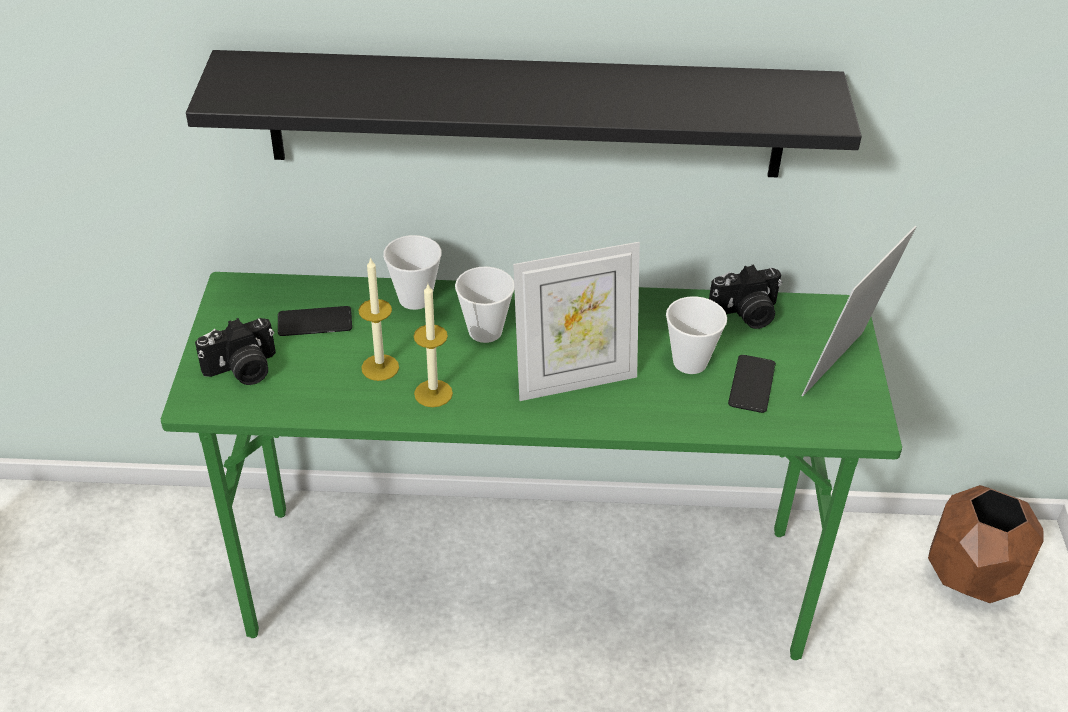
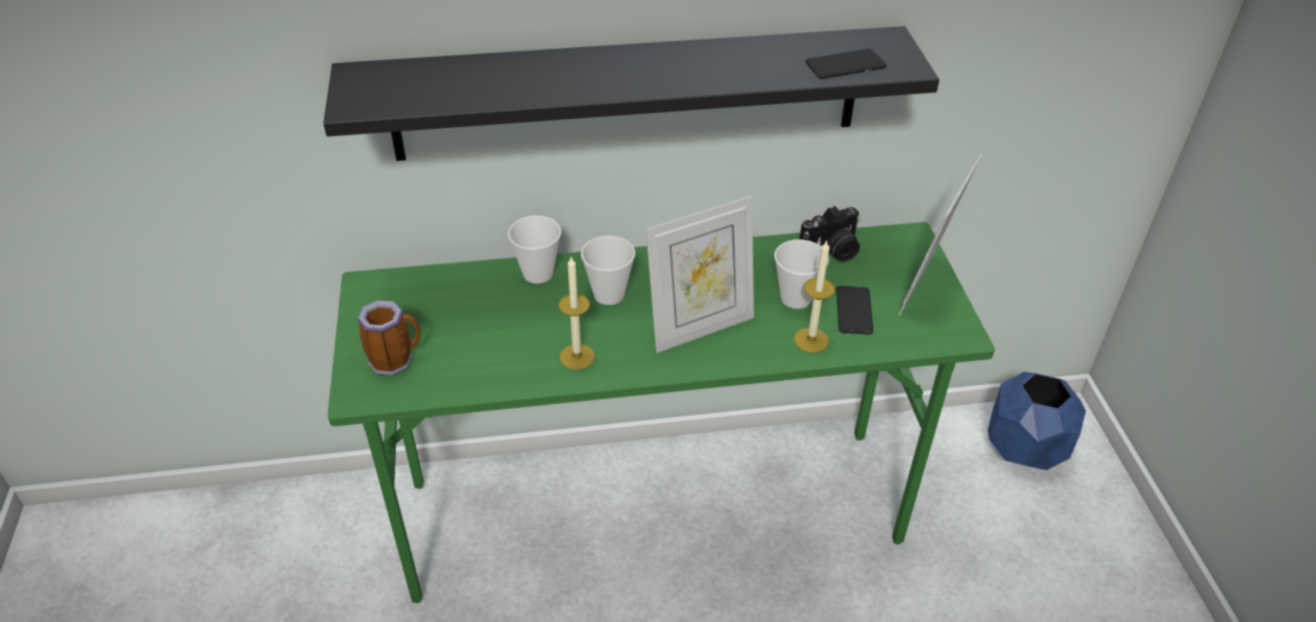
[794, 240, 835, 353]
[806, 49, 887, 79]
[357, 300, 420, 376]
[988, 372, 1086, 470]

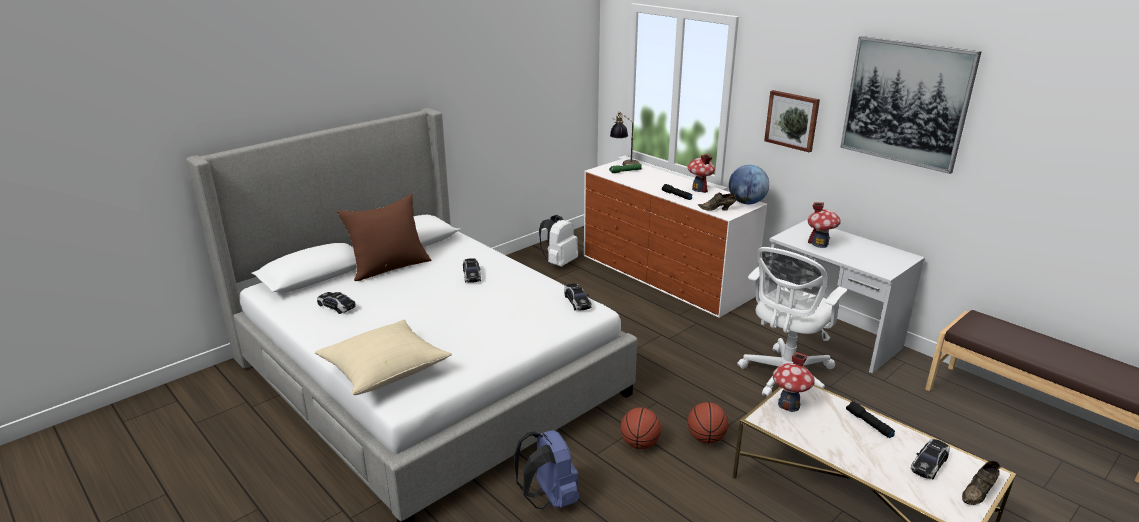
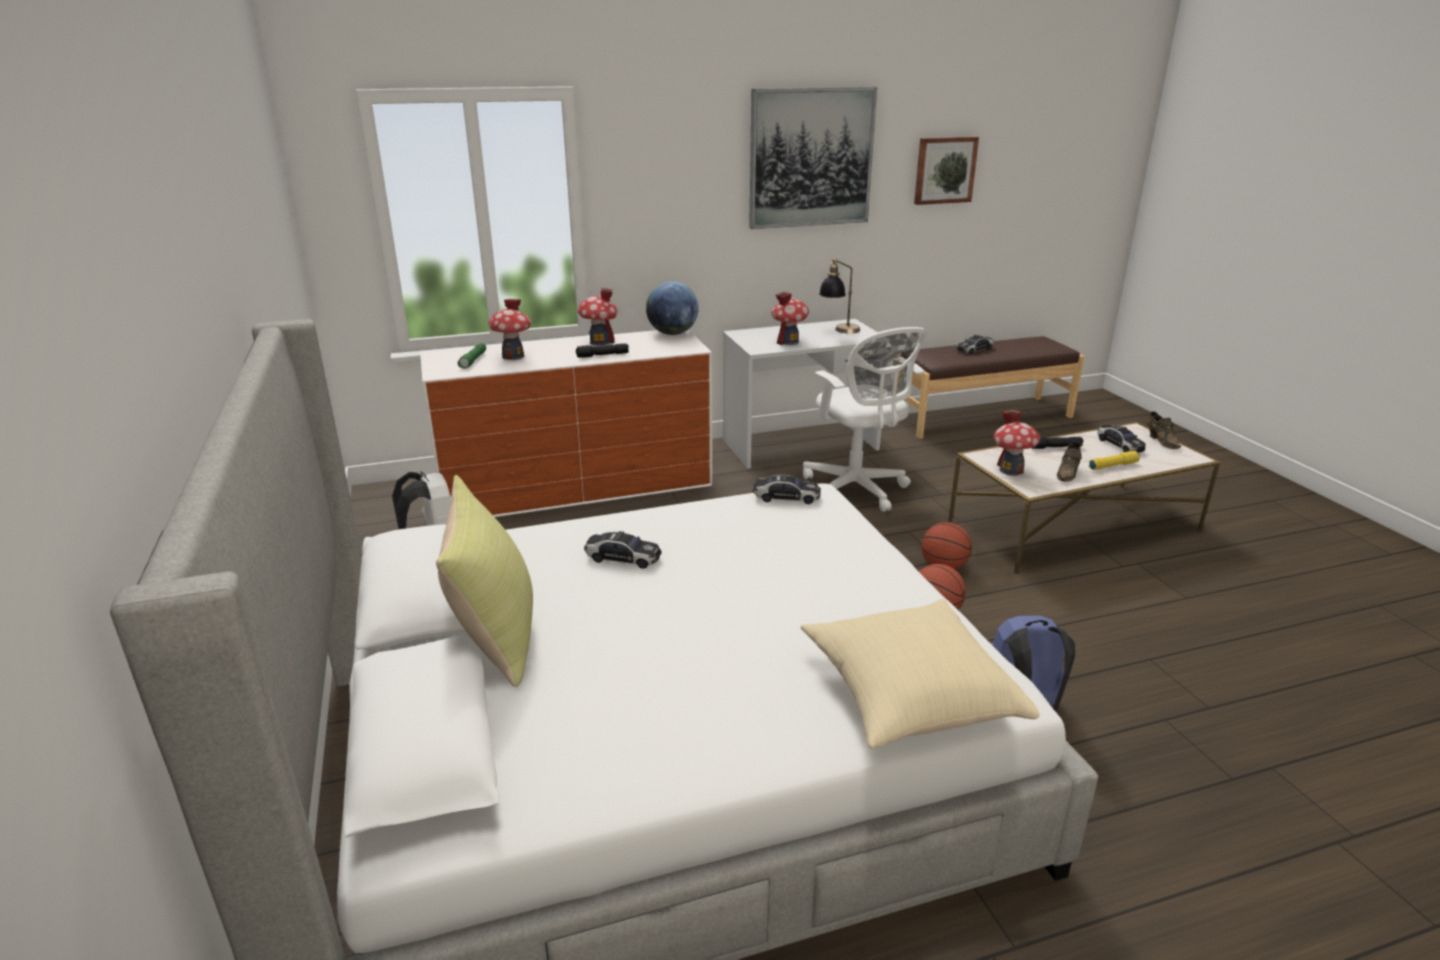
[914, 137, 979, 205]
[819, 258, 860, 334]
[1057, 442, 1082, 482]
[436, 475, 533, 687]
[957, 335, 994, 354]
[488, 299, 531, 360]
[1089, 451, 1140, 470]

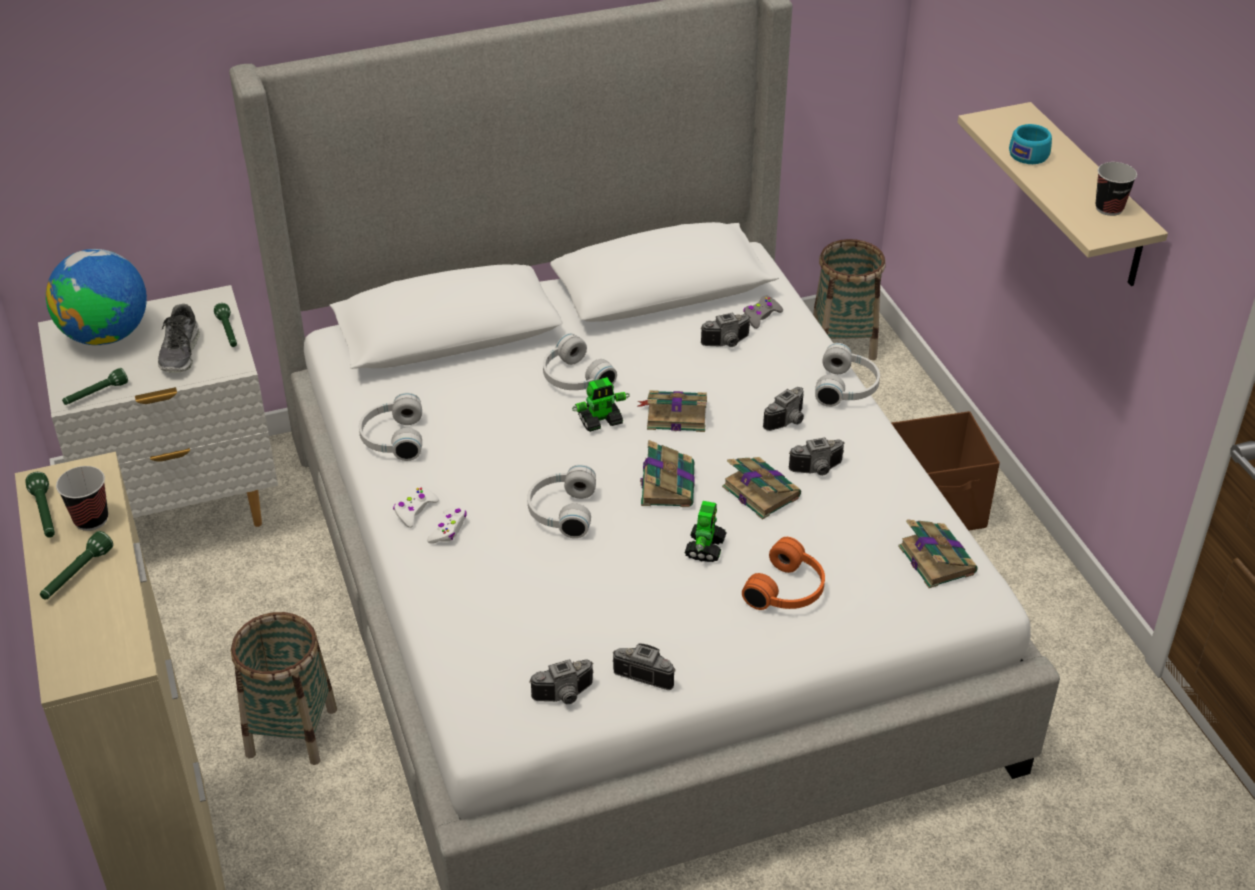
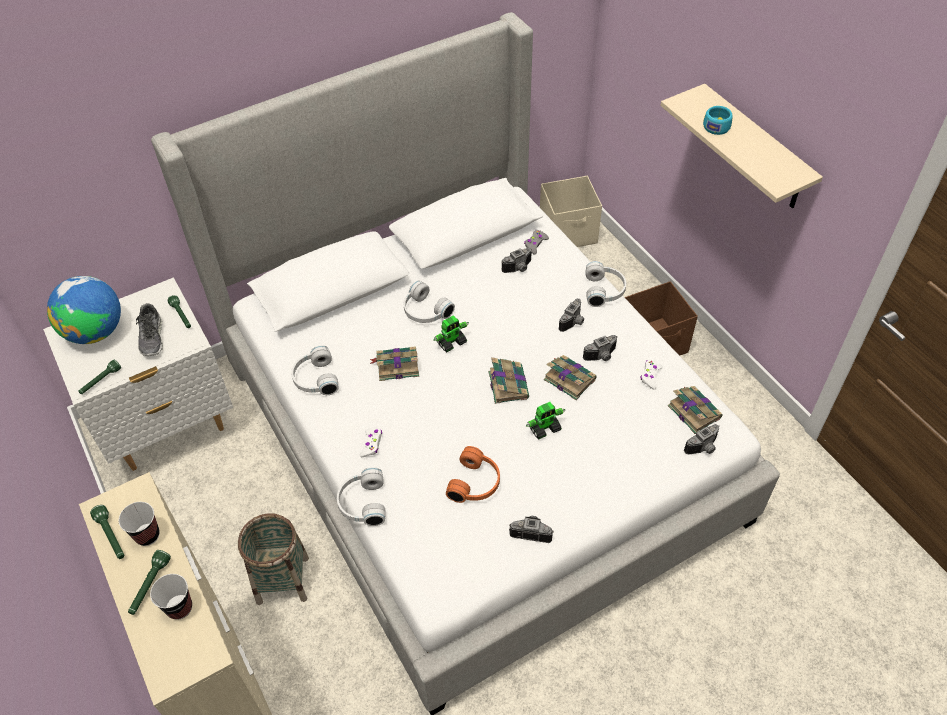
[150, 574, 192, 620]
[540, 176, 602, 247]
[370, 346, 419, 381]
[337, 467, 386, 526]
[640, 360, 663, 390]
[526, 402, 566, 440]
[446, 446, 500, 503]
[684, 424, 719, 455]

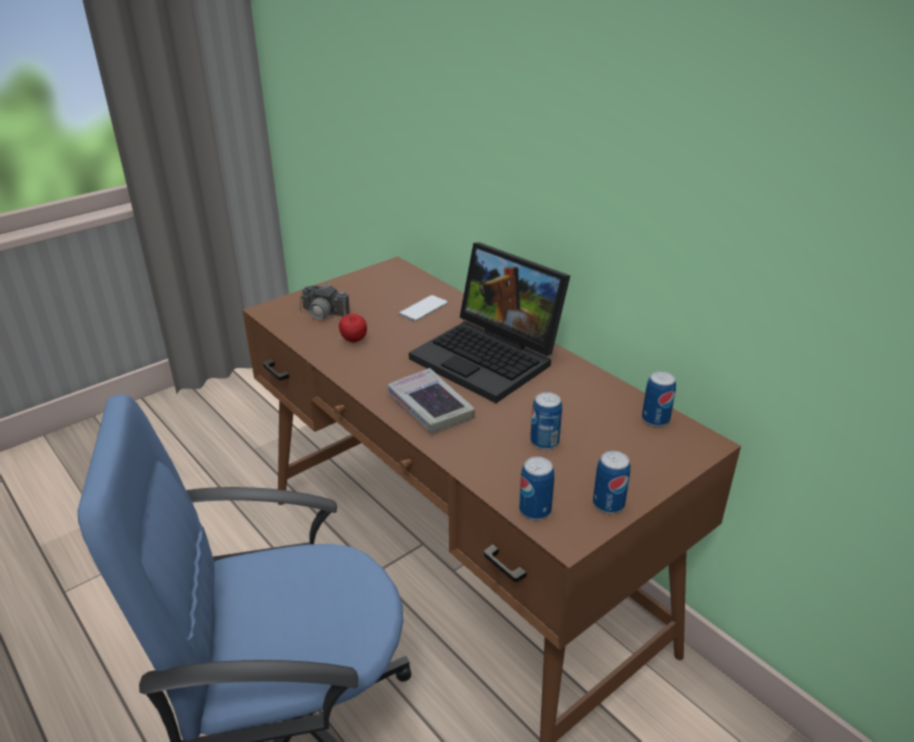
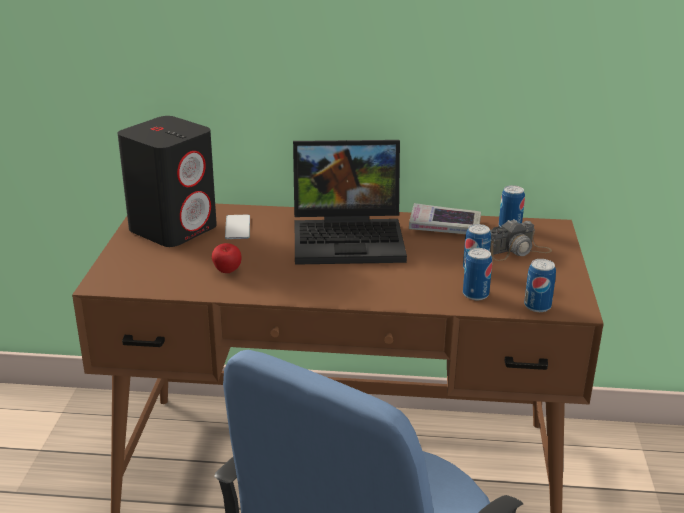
[490, 219, 552, 261]
[409, 203, 481, 234]
[463, 248, 492, 300]
[118, 116, 217, 247]

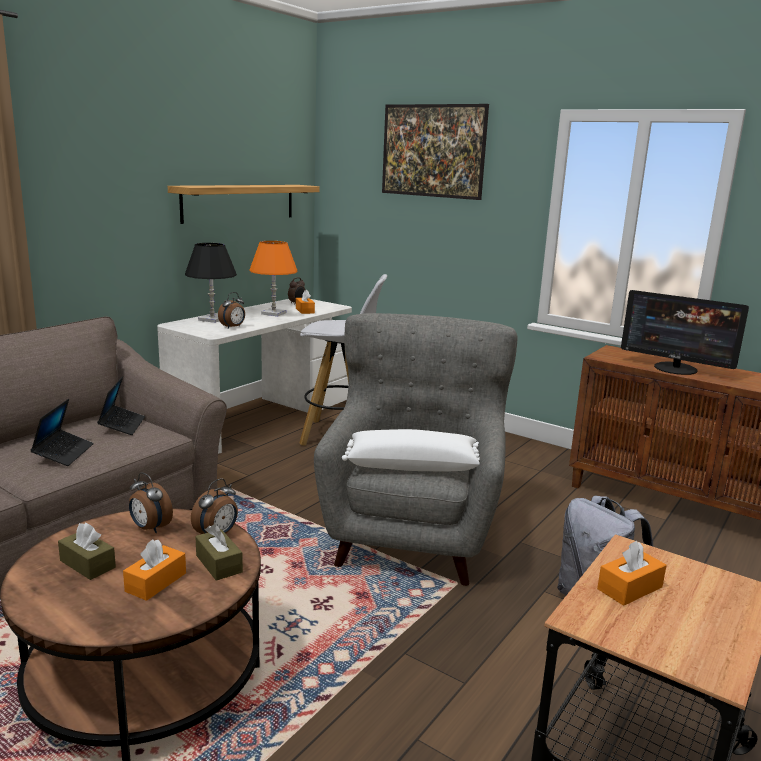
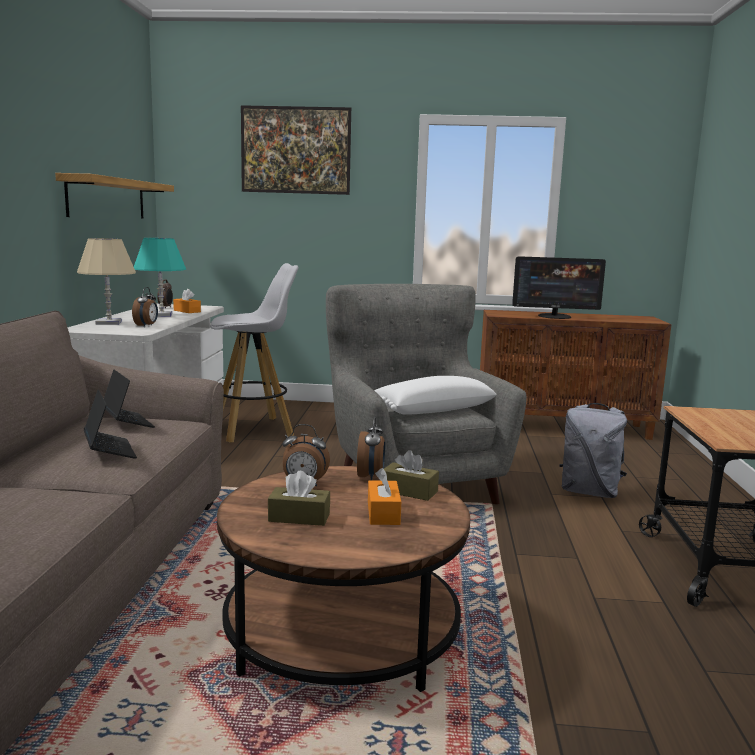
[134, 238, 186, 316]
[77, 238, 136, 325]
[597, 540, 667, 606] (first image)

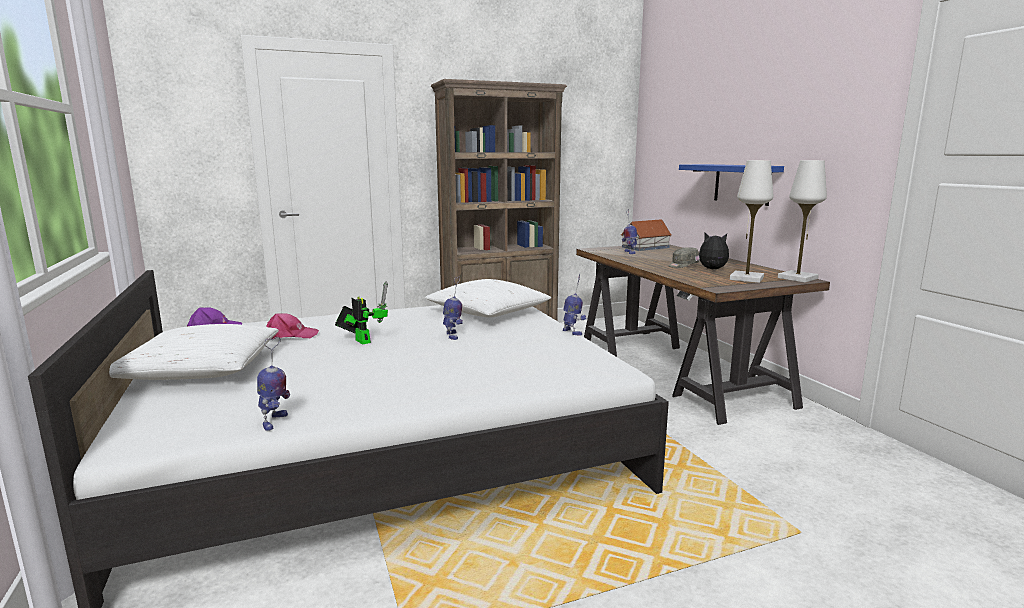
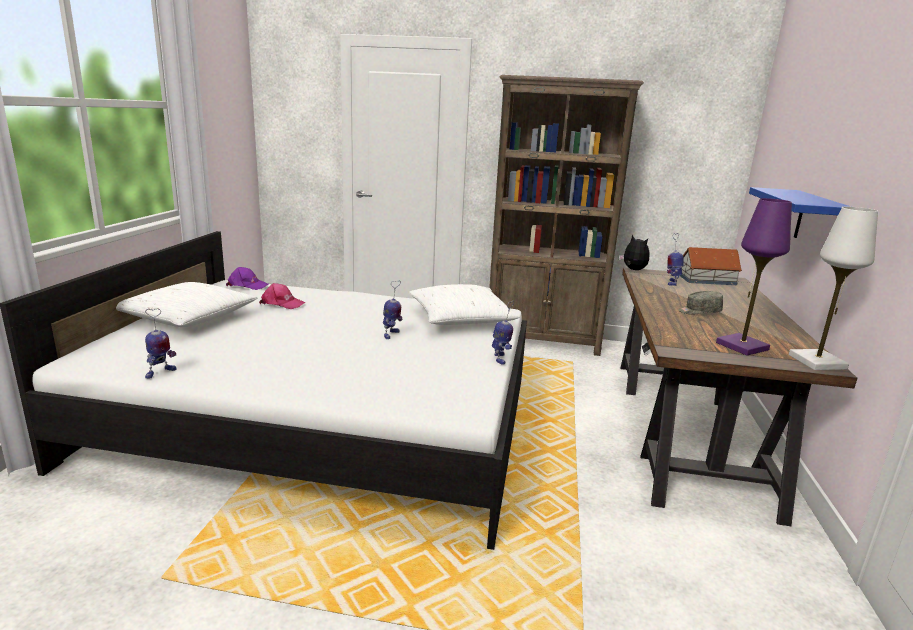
[716, 198, 792, 356]
[619, 235, 649, 270]
[335, 281, 388, 344] (first image)

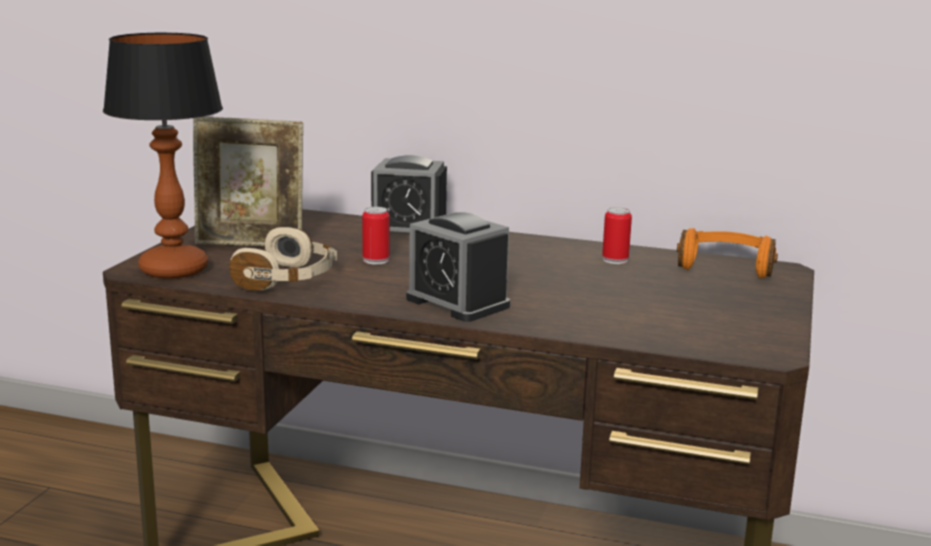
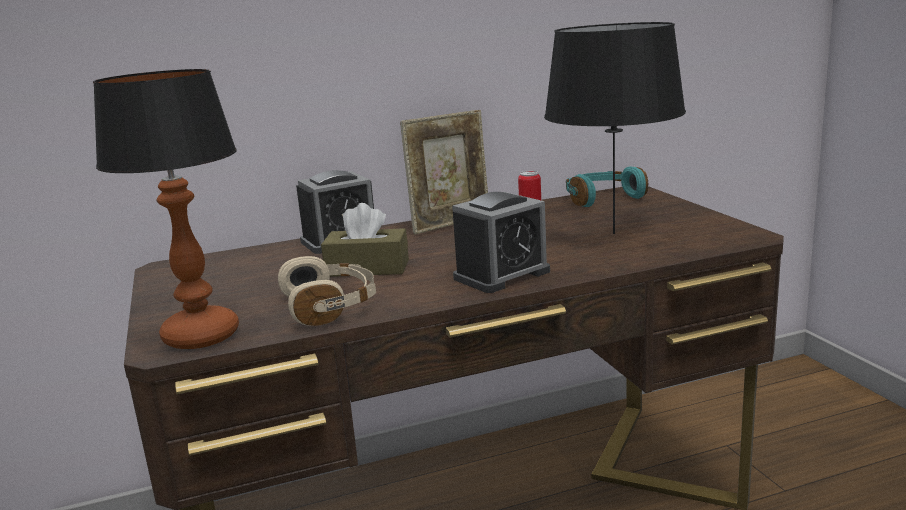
[400, 110, 488, 235]
[321, 203, 409, 277]
[452, 192, 550, 293]
[566, 166, 648, 207]
[544, 22, 686, 234]

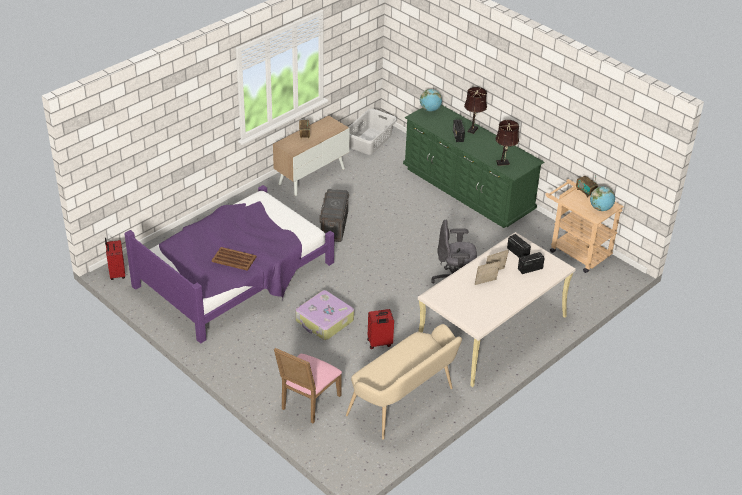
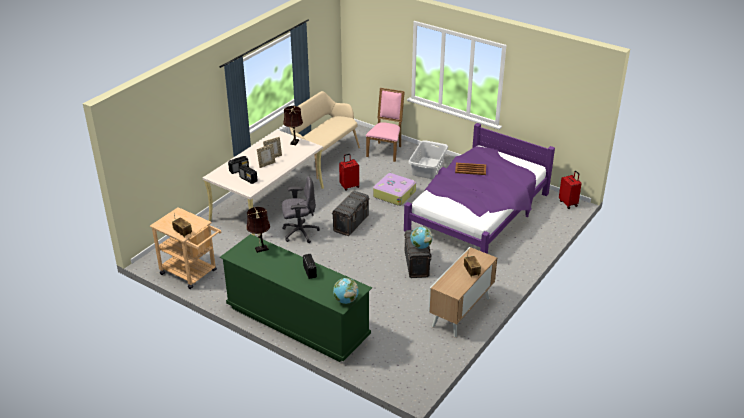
[283, 106, 303, 145]
[408, 140, 448, 179]
[410, 227, 433, 249]
[332, 191, 370, 236]

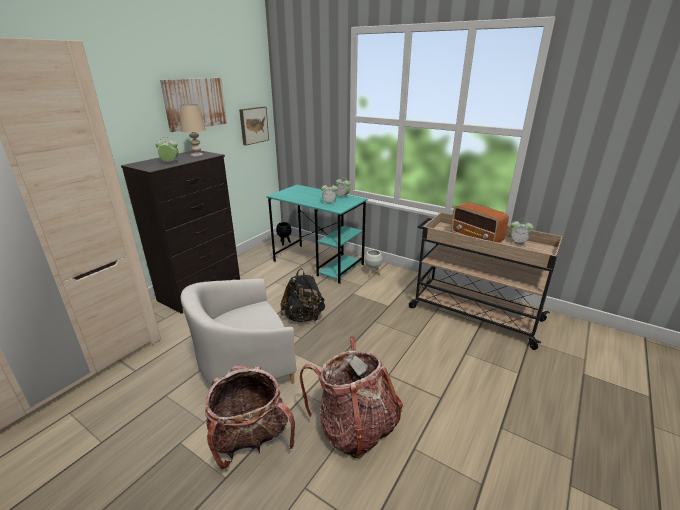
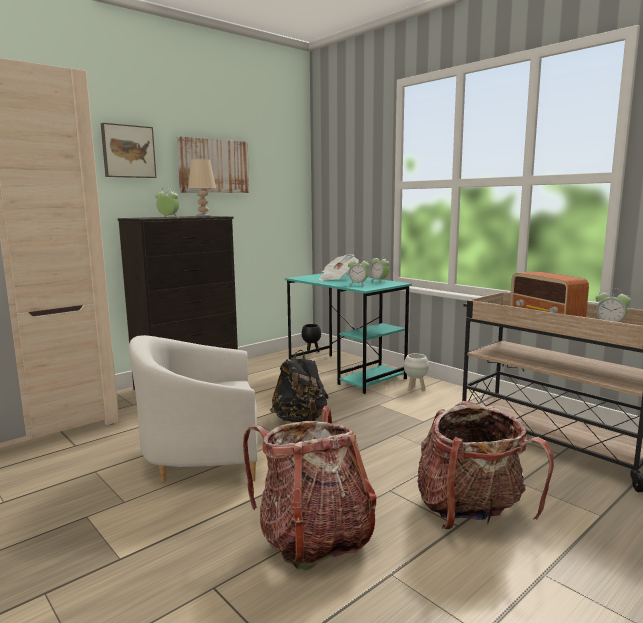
[101, 123, 156, 178]
[417, 401, 554, 529]
[318, 254, 359, 281]

